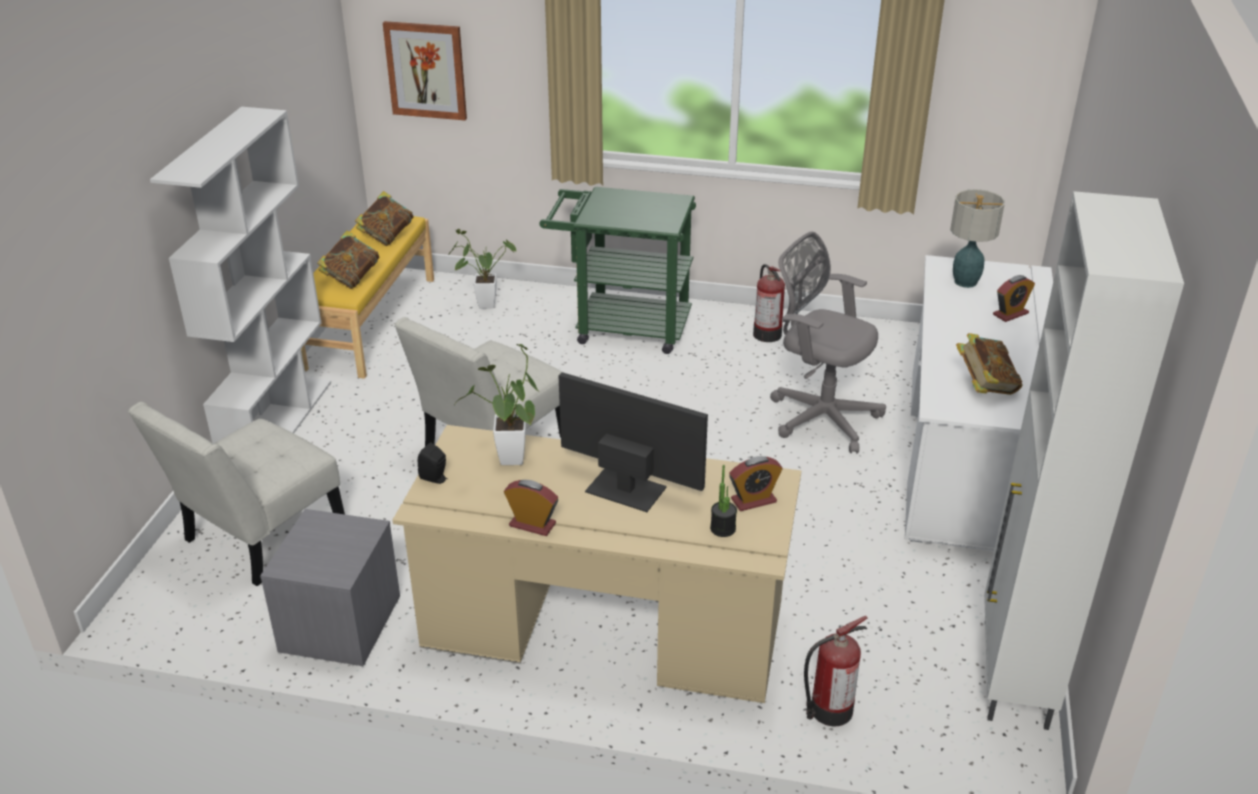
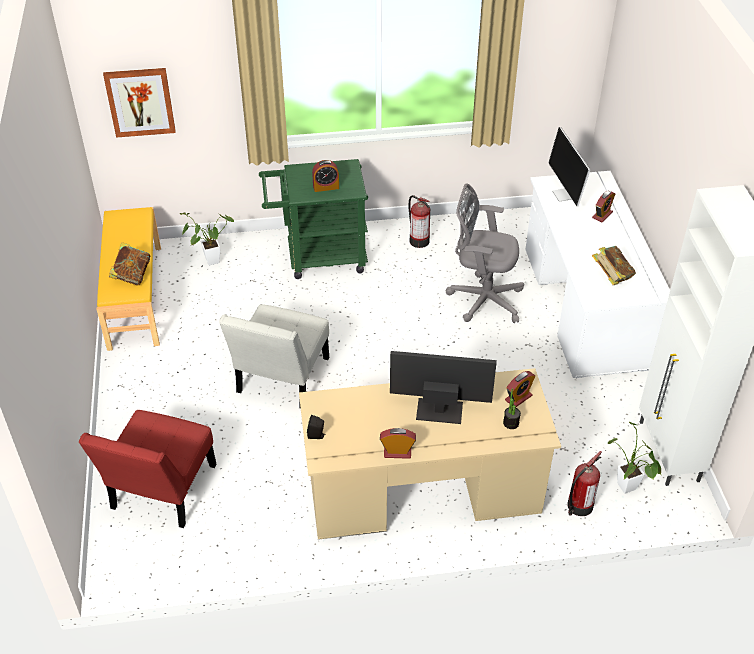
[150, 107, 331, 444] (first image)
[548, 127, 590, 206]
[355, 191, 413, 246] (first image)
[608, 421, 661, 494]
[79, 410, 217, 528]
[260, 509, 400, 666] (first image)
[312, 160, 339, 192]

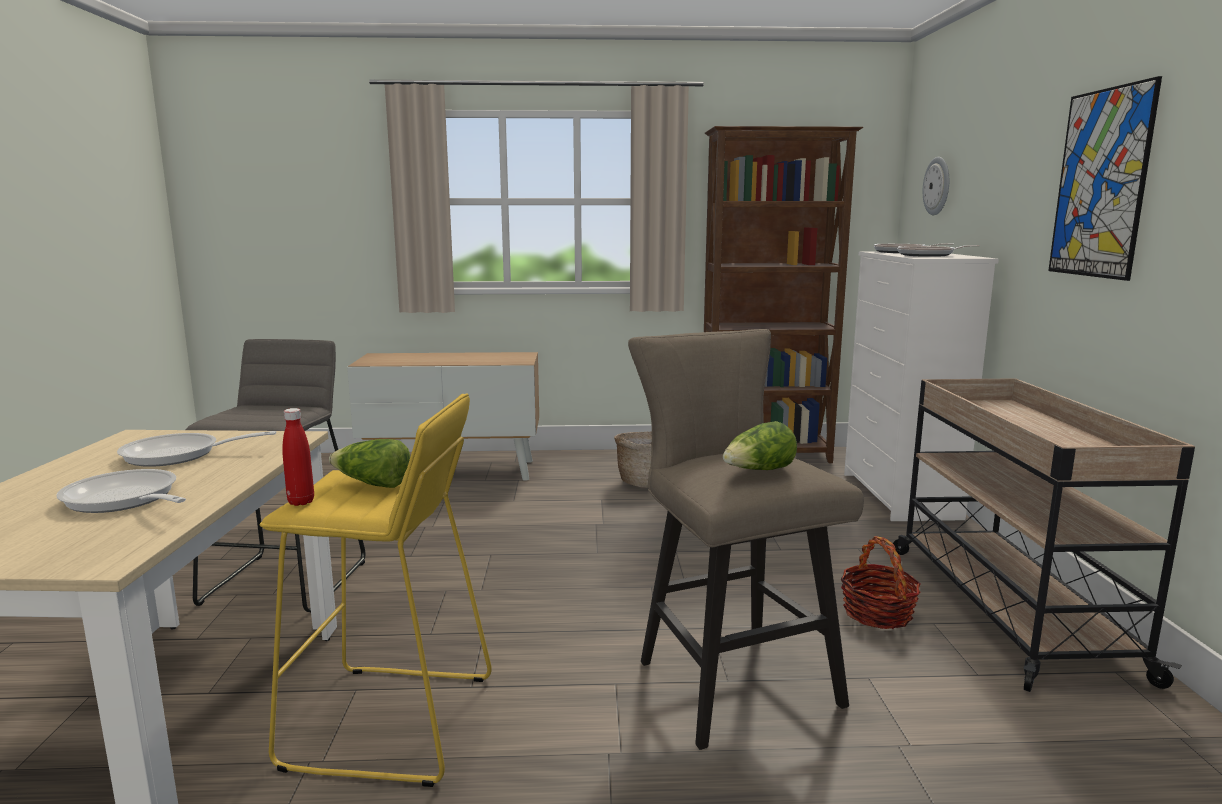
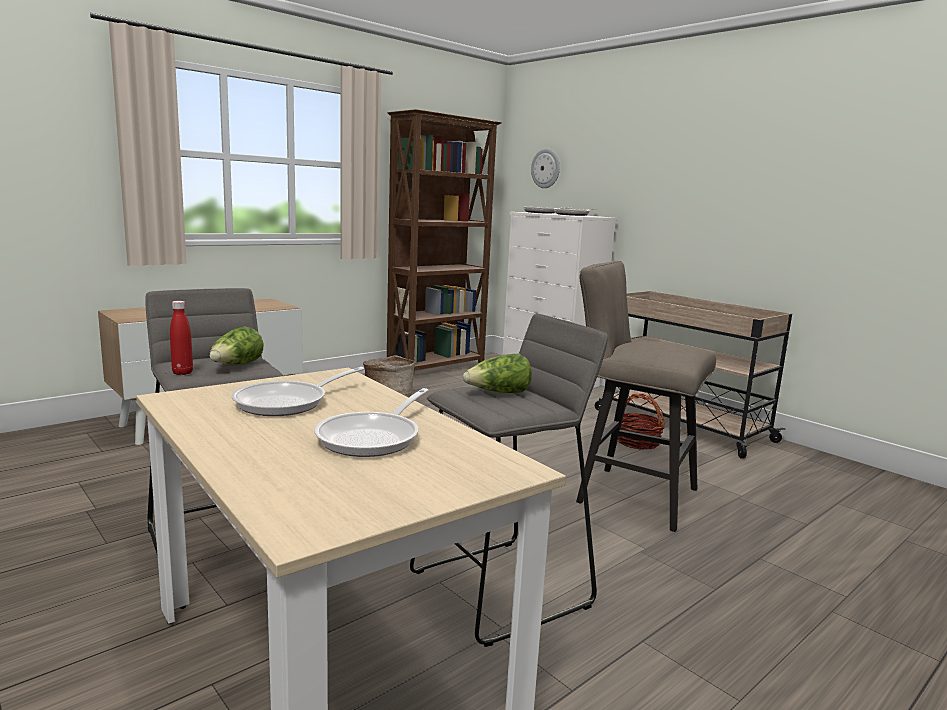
[1048, 76, 1162, 281] (first image)
[410, 314, 608, 647]
[170, 301, 193, 375]
[210, 326, 263, 365]
[314, 388, 429, 457]

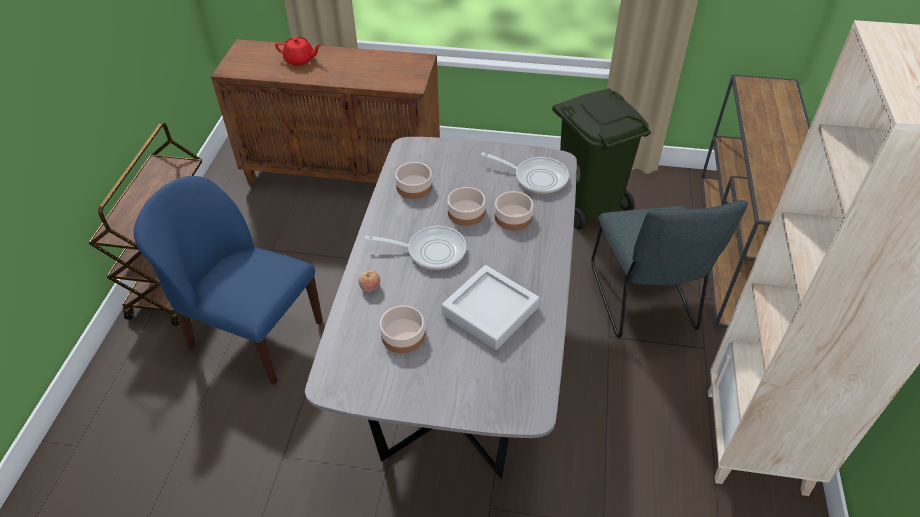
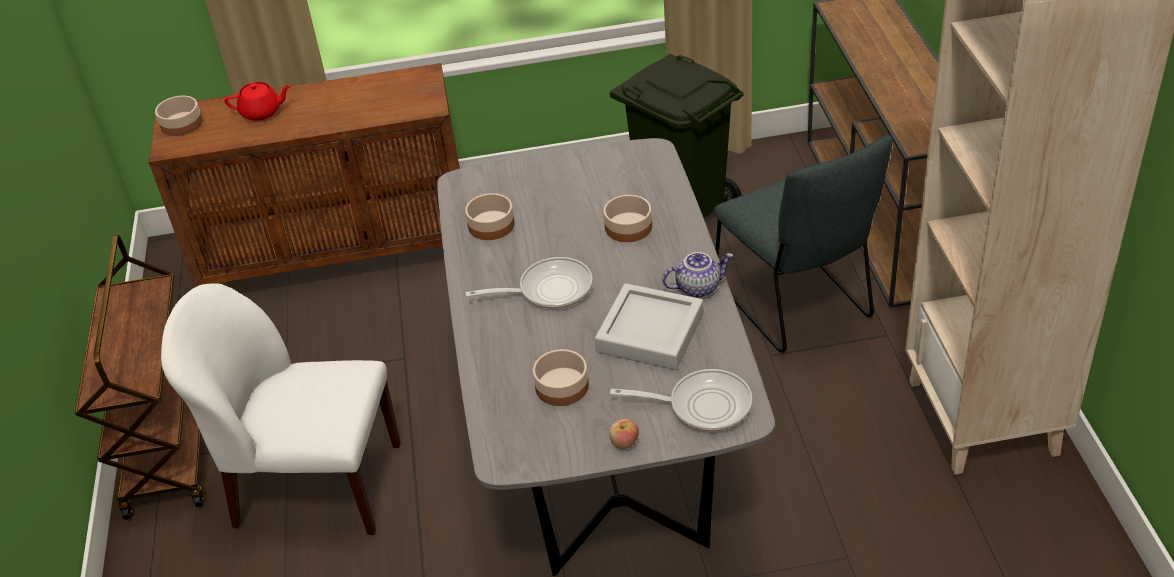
[610, 369, 752, 431]
[161, 283, 401, 535]
[155, 96, 202, 136]
[609, 419, 639, 449]
[662, 252, 733, 298]

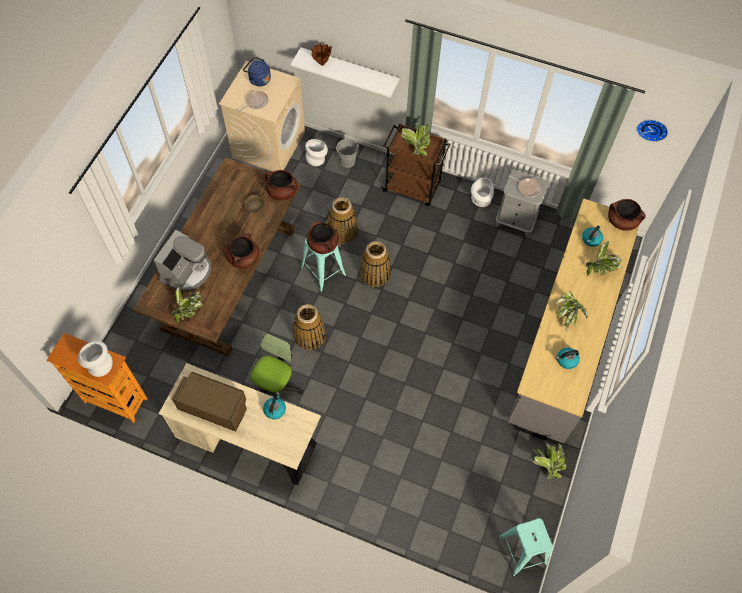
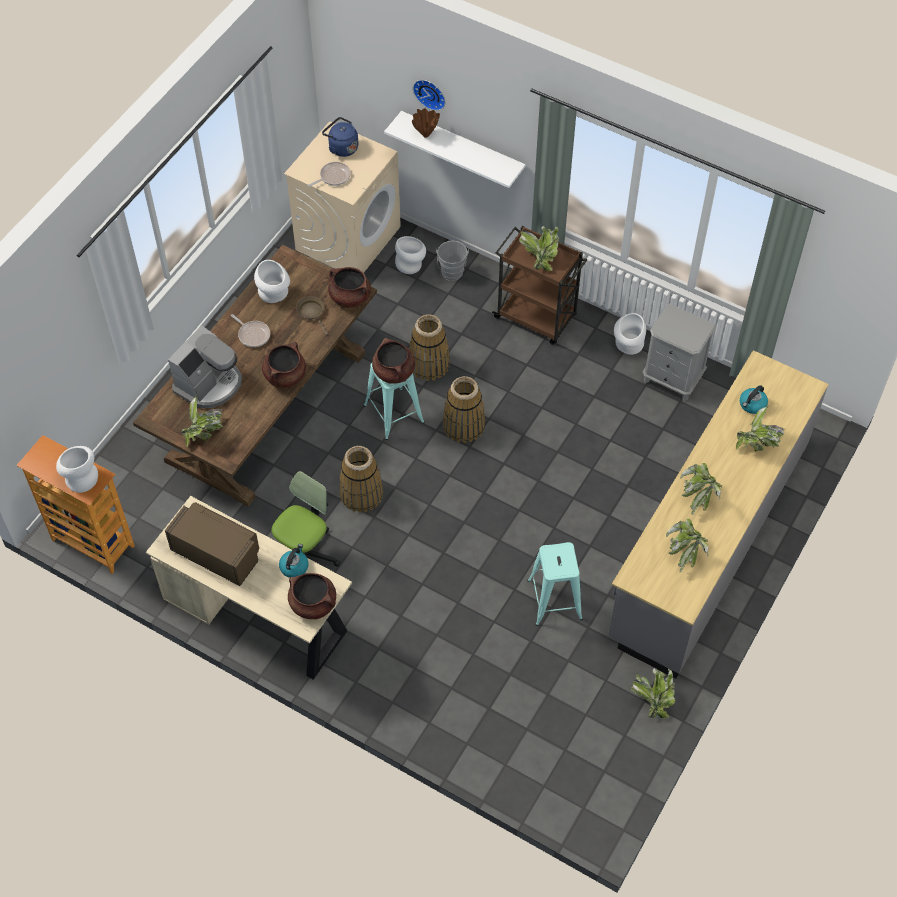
[413, 80, 445, 111]
[231, 314, 270, 347]
[288, 573, 336, 619]
[666, 518, 708, 573]
[527, 542, 583, 626]
[254, 260, 290, 303]

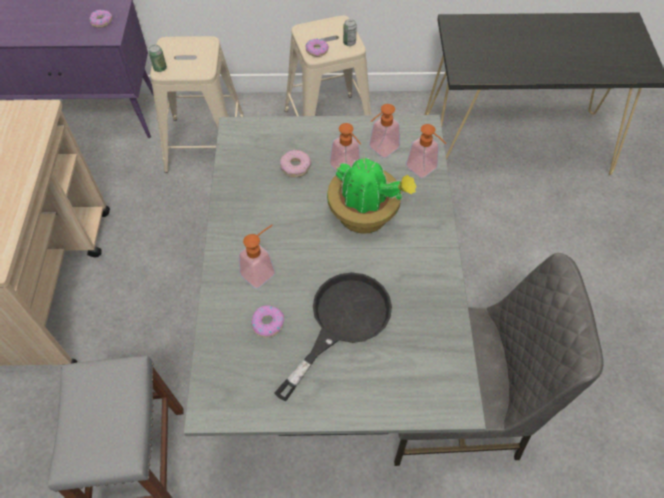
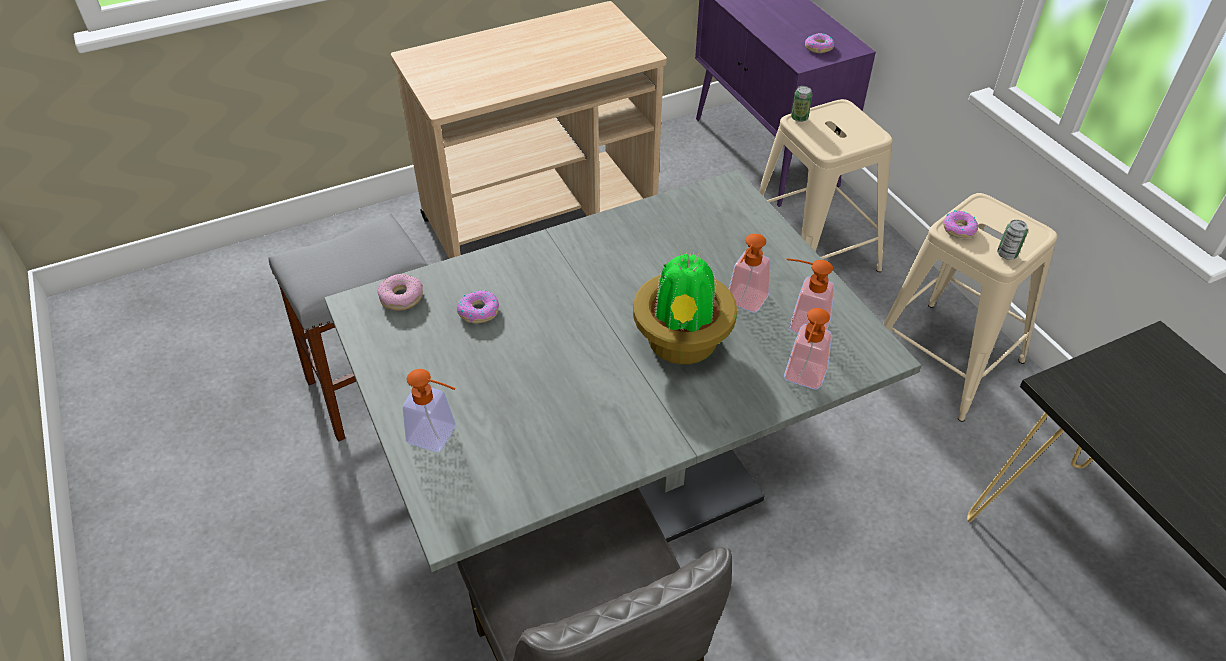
[377, 274, 423, 311]
[403, 369, 456, 452]
[274, 272, 392, 401] (first image)

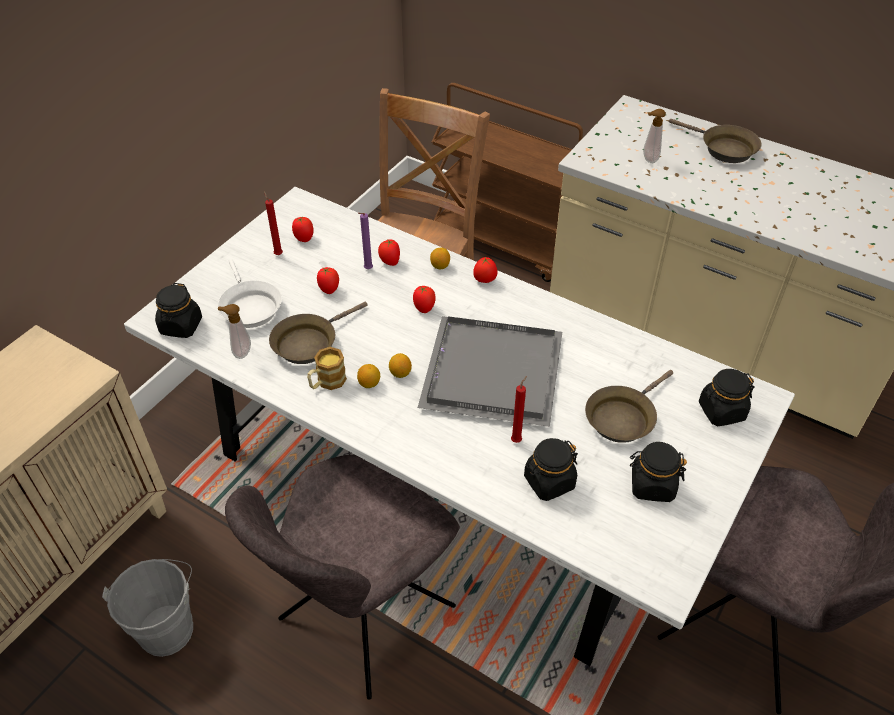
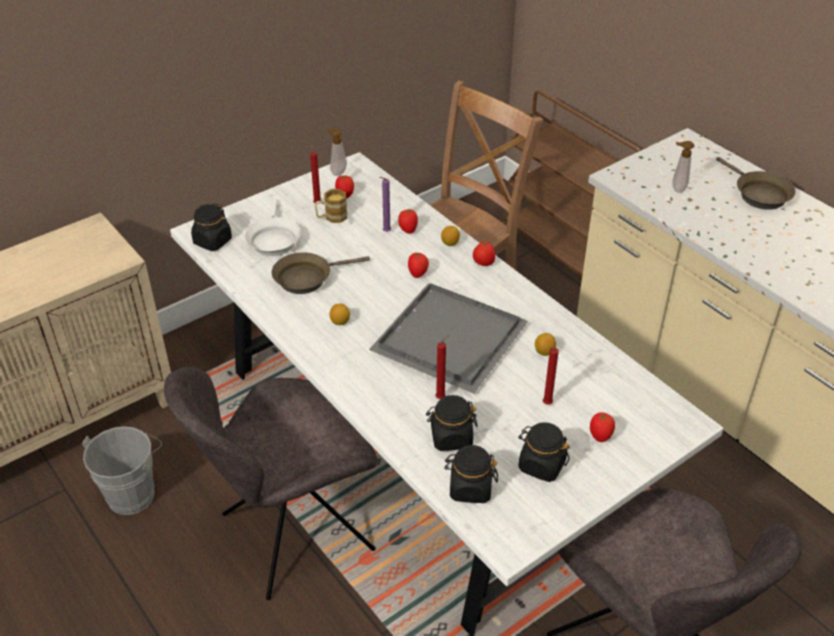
[590, 412, 615, 442]
[327, 129, 347, 176]
[315, 189, 347, 223]
[535, 333, 556, 356]
[444, 445, 498, 503]
[543, 348, 559, 404]

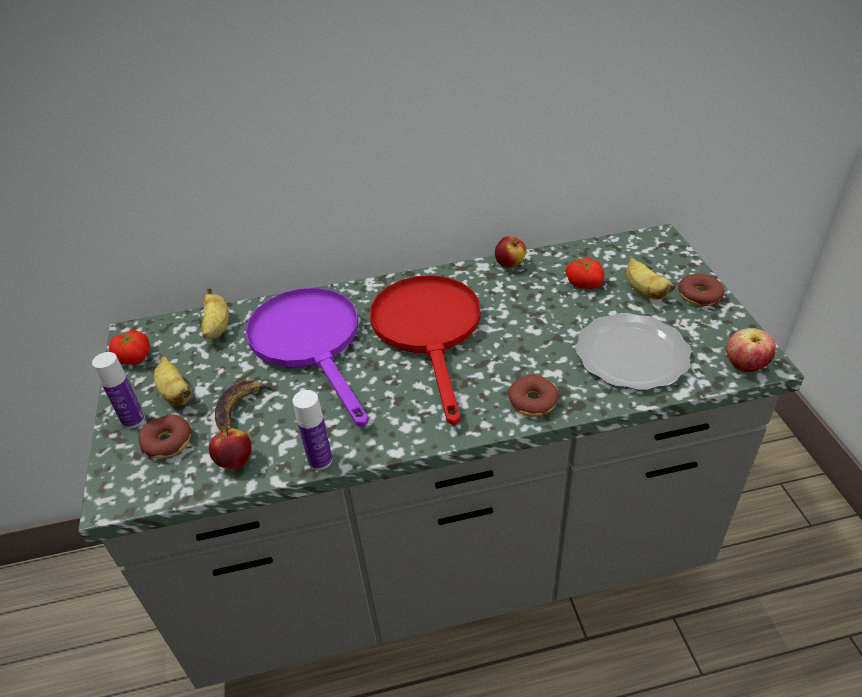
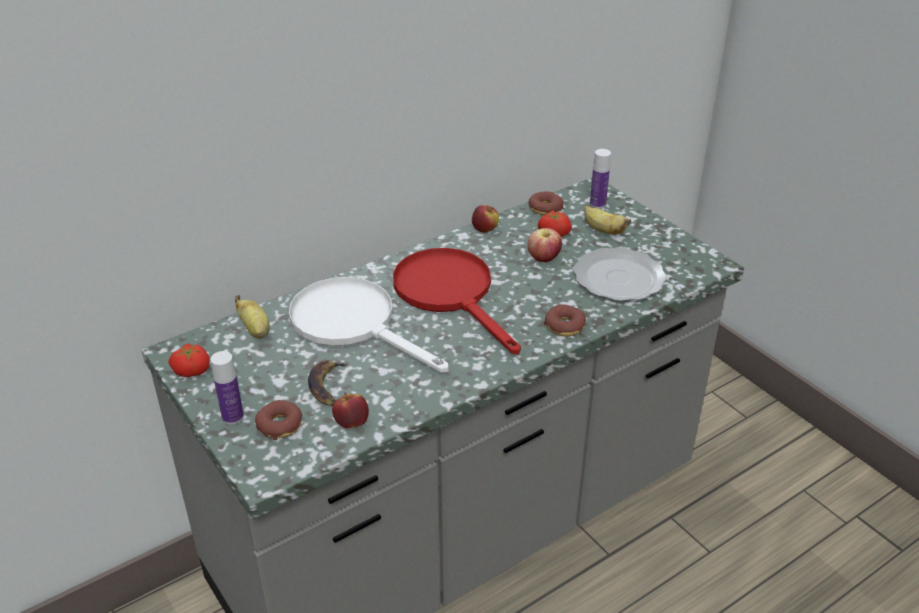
[529, 191, 564, 215]
[289, 277, 448, 372]
[528, 228, 562, 262]
[154, 356, 192, 405] (first image)
[590, 149, 611, 209]

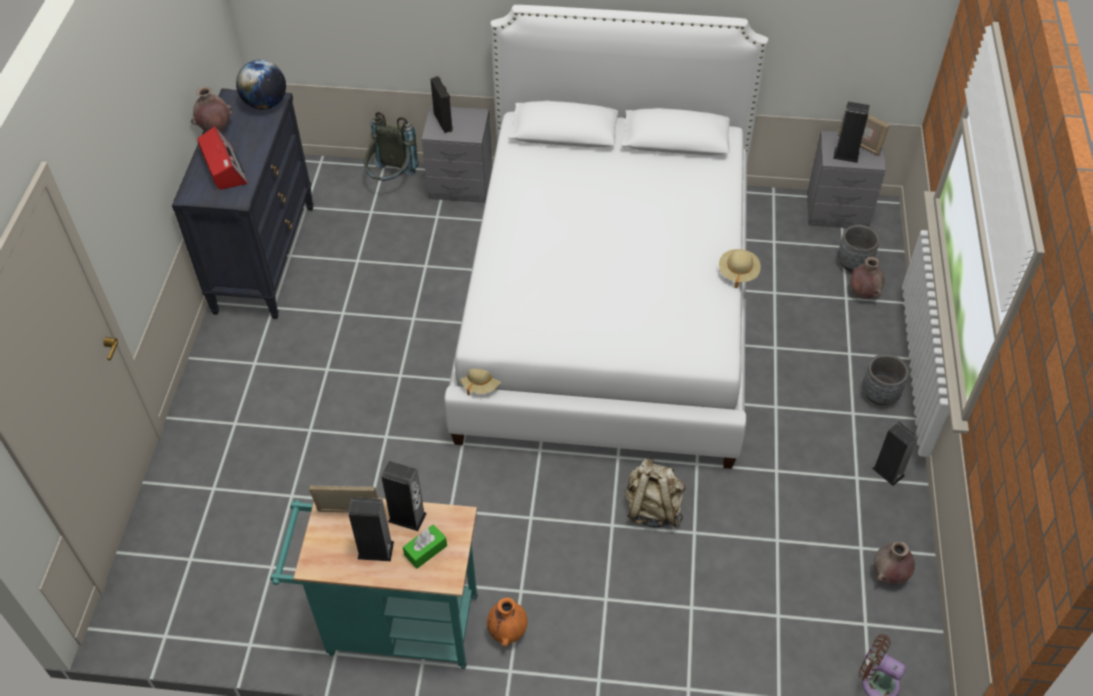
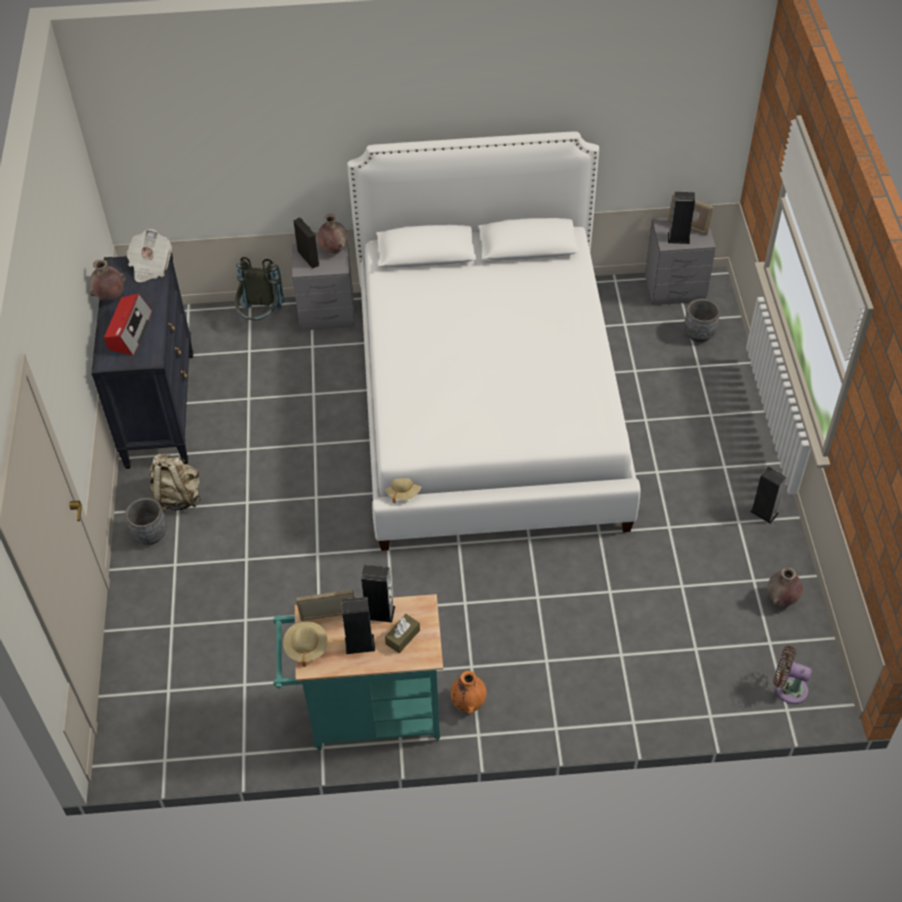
[126, 229, 172, 282]
[104, 293, 152, 356]
[283, 622, 327, 667]
[318, 214, 347, 254]
[125, 498, 167, 545]
[149, 453, 201, 510]
[385, 614, 420, 653]

